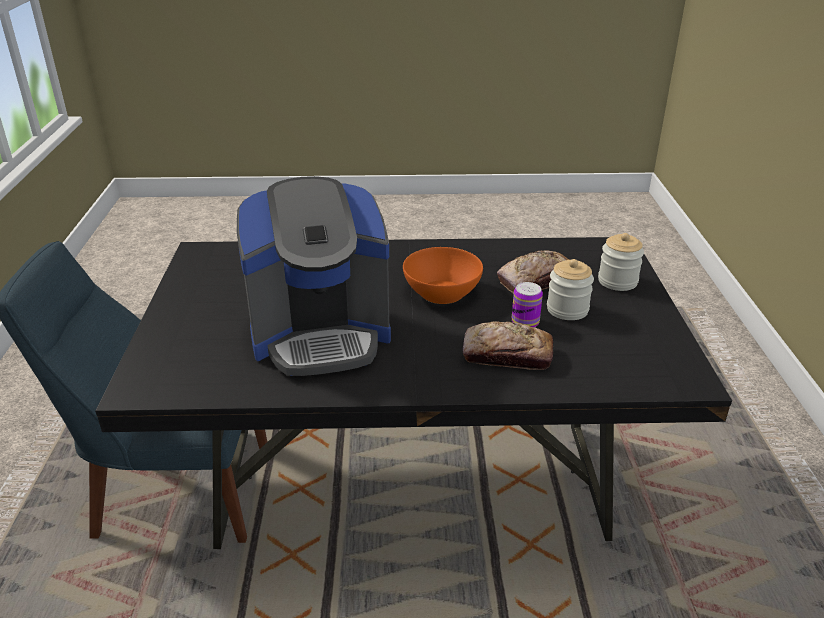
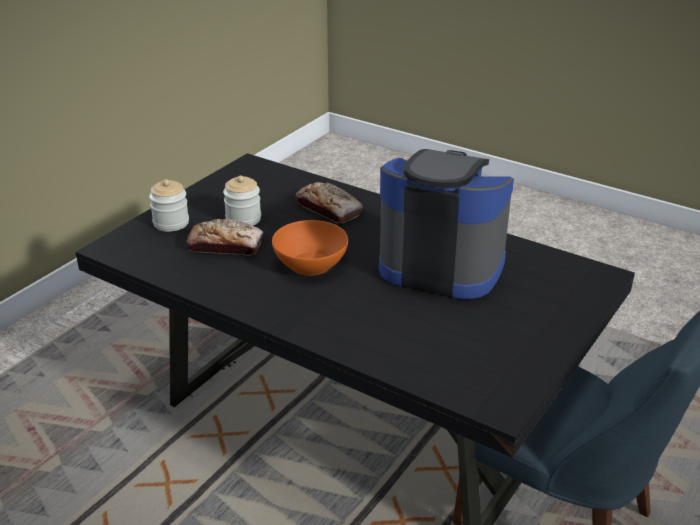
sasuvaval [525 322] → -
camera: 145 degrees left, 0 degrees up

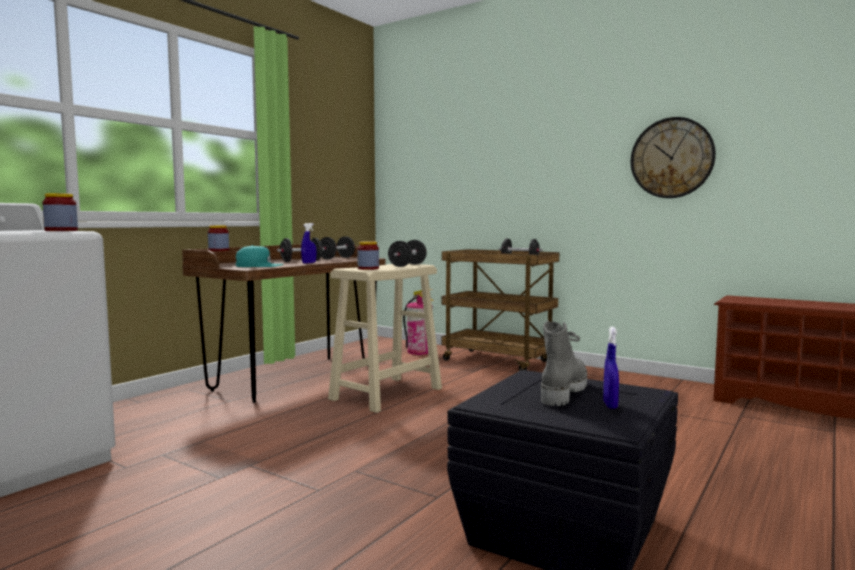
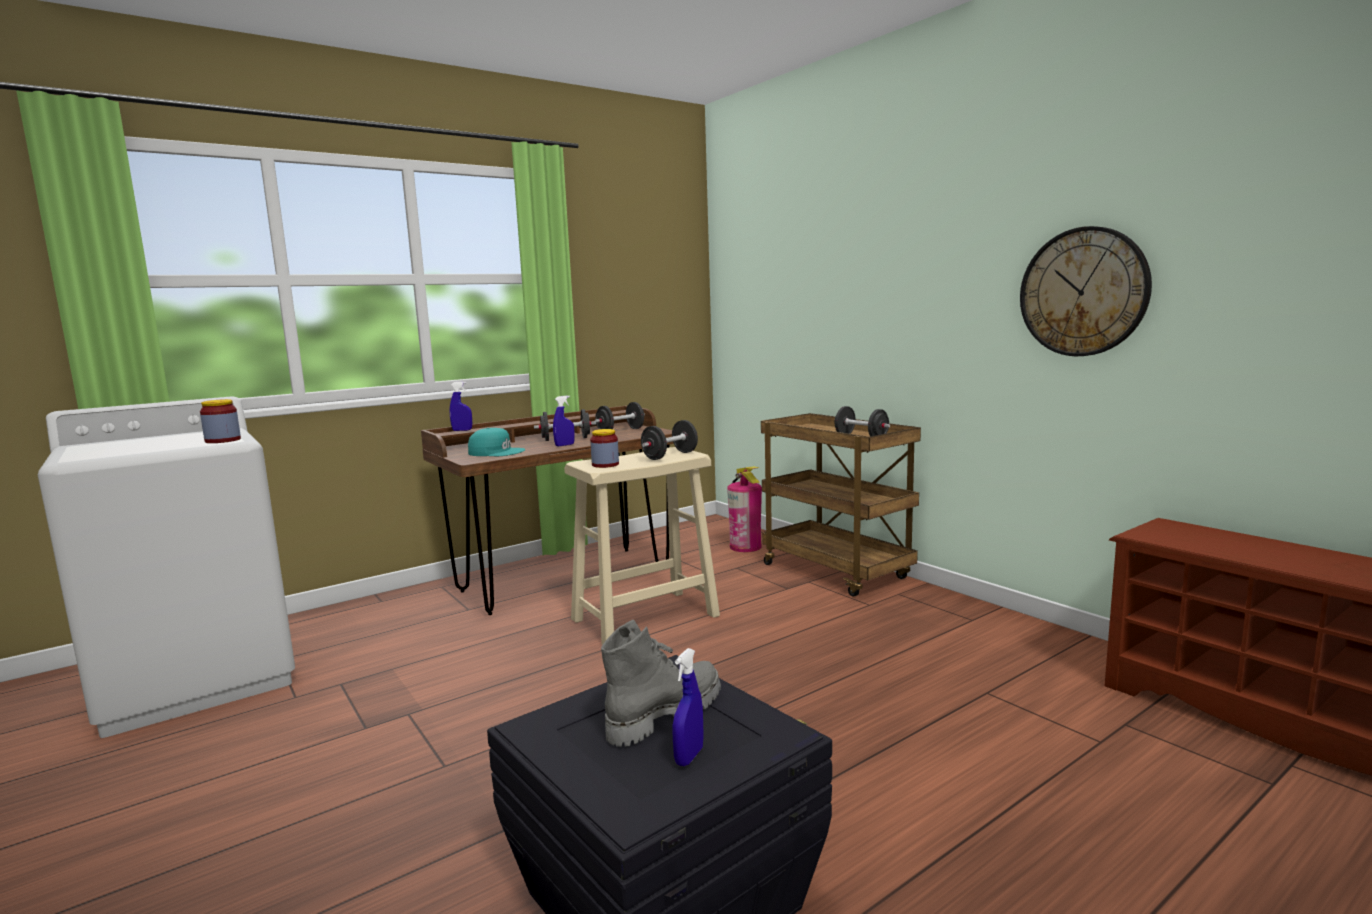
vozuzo [218 250] → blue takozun [462 430]
camera: 20 degrees right, 5 degrees up

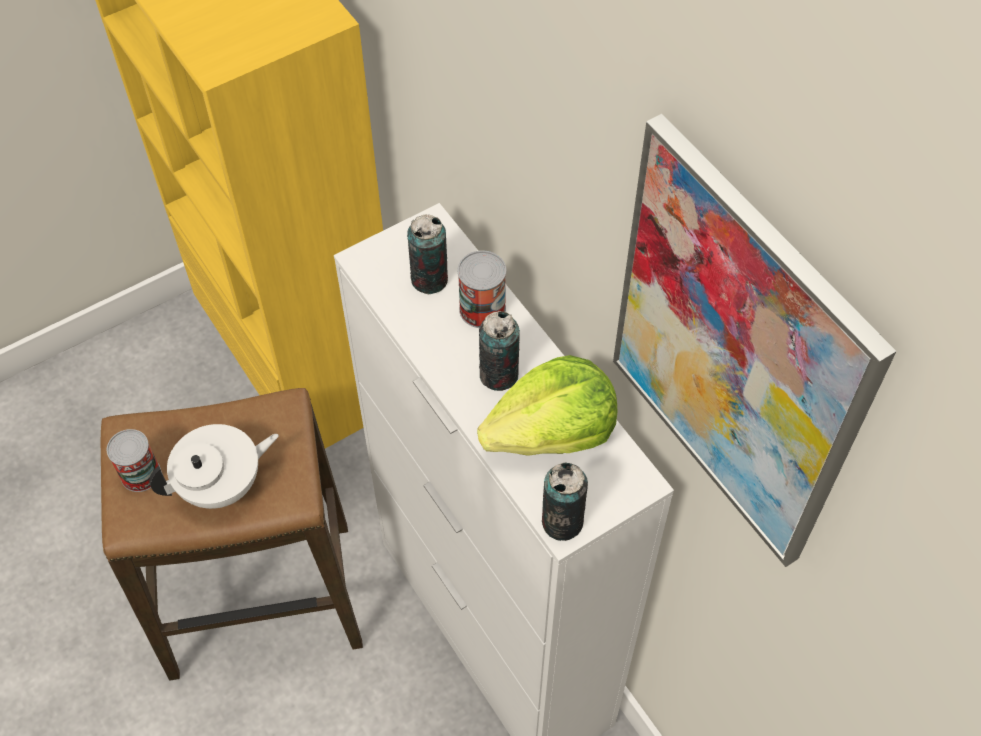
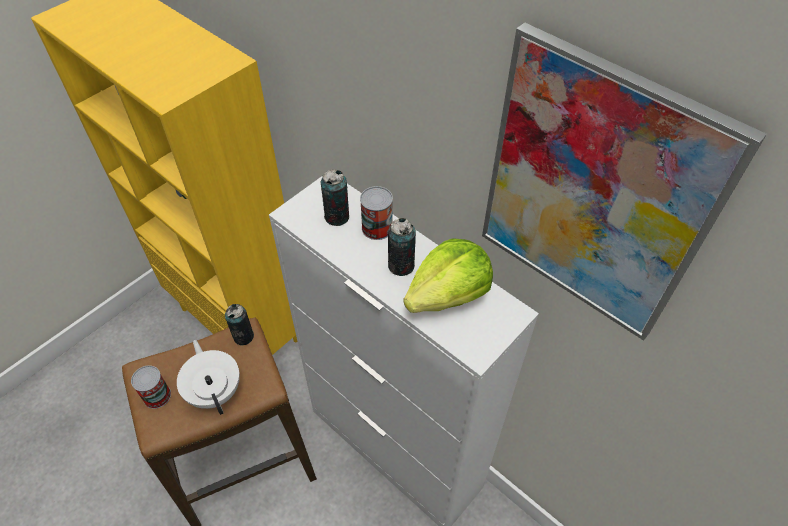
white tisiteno [222 485] → white tisiteno [215 390], 75 degrees counterclockwise
sasuvaval [562 522] → sasuvaval [243 336], shifted
camera: 15 degrees left, 5 degrees down

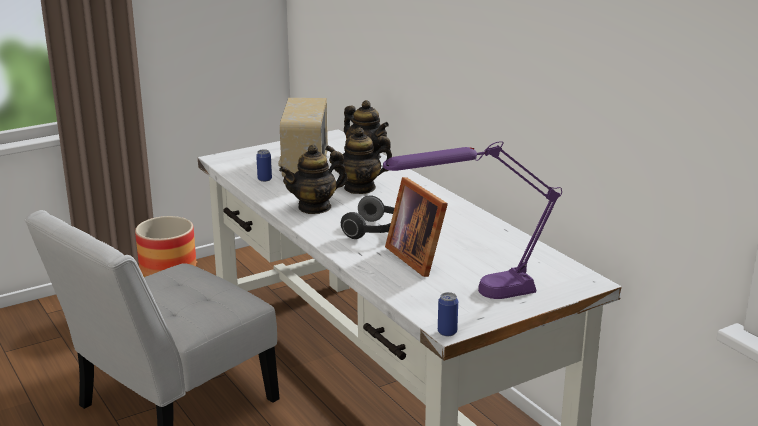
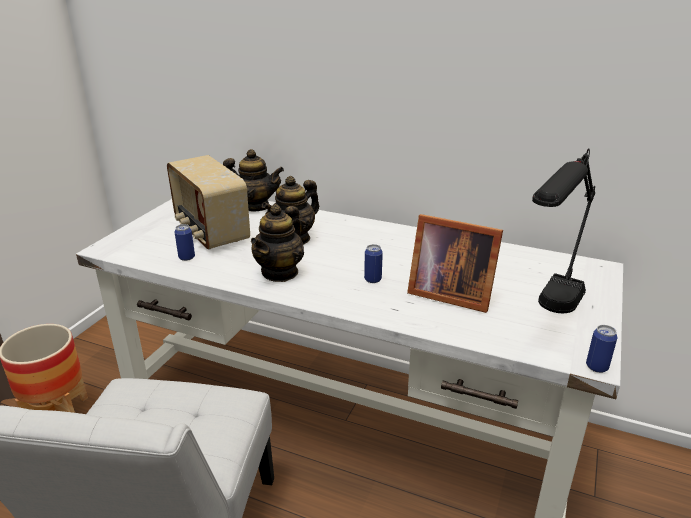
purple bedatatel [471 295] → black bedatatel [548 316]
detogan [375 231] → sasuvaval [372 279]
camera: 35 degrees left, 5 degrees up

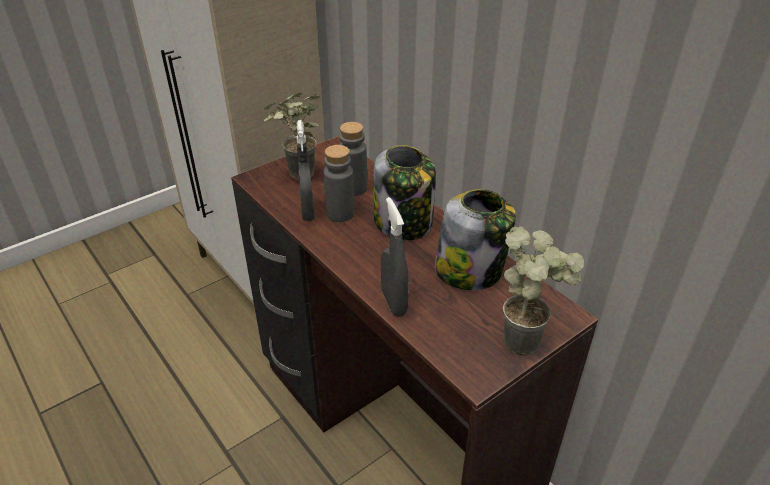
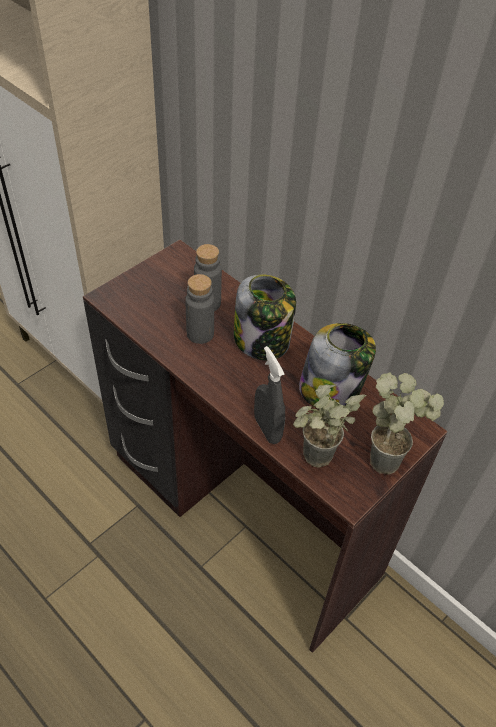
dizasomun [297 177] → dizasomun [314 463], shifted
grey takozun [308 212] → -
camera: 10 degrees left, 10 degrees up

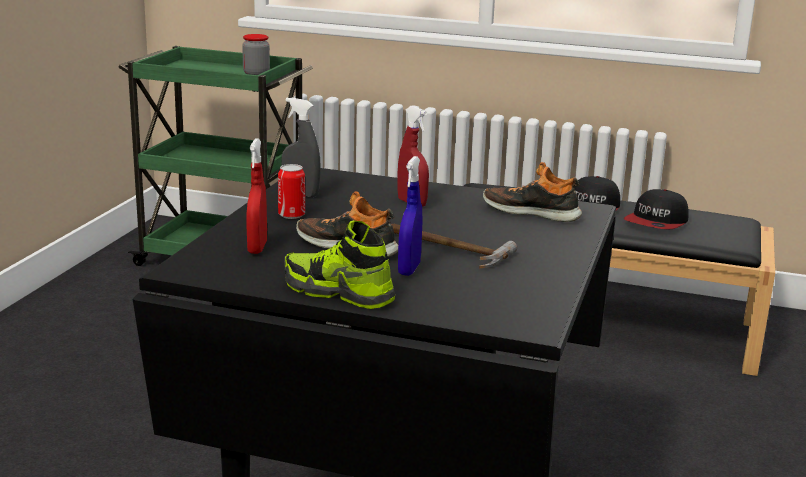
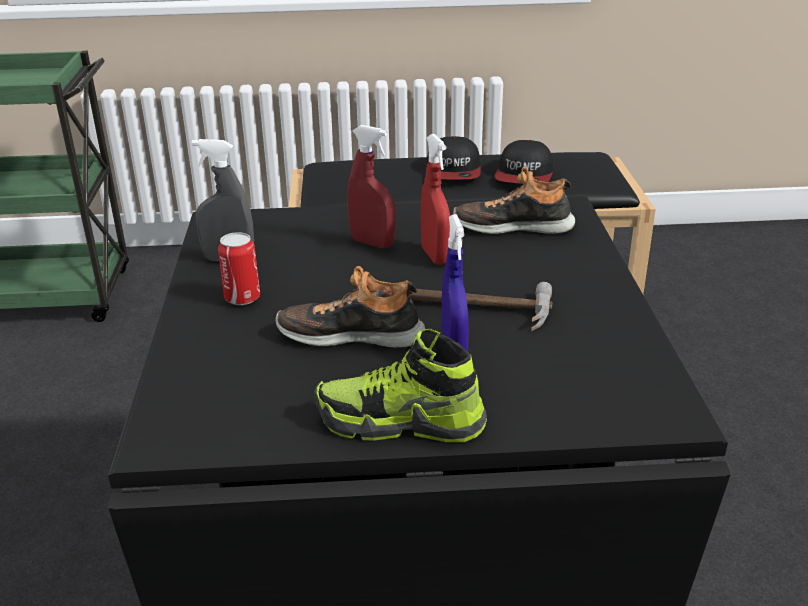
vozuzo [256 74] → -
red takozun [257 248] → red takozun [435 256], shifted
camera: 20 degrees left, 10 degrees up

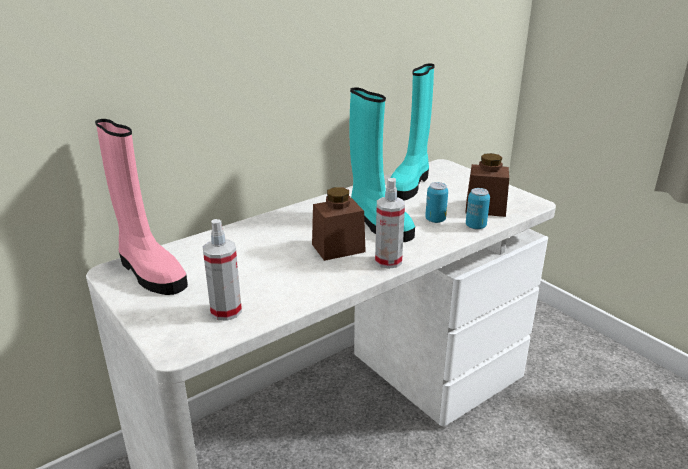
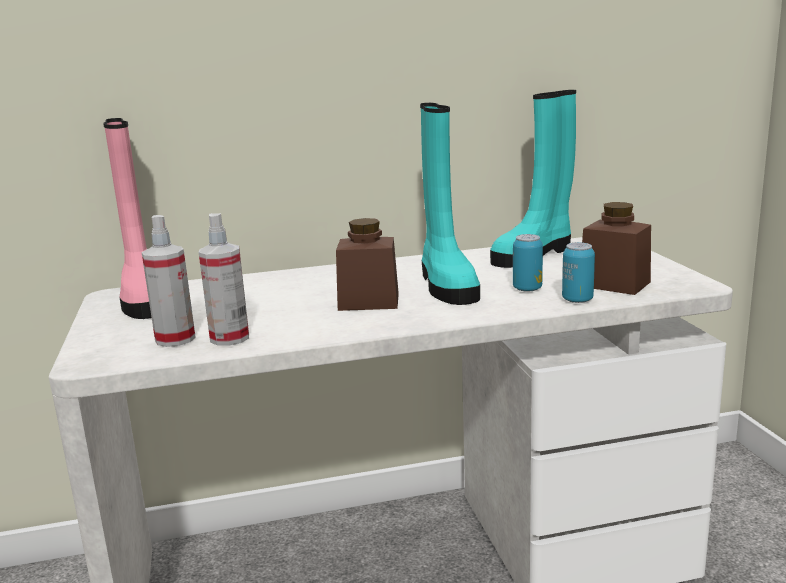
takozun [388 261] → takozun [229 338], shifted
camera: 25 degrees right, 10 degrees down

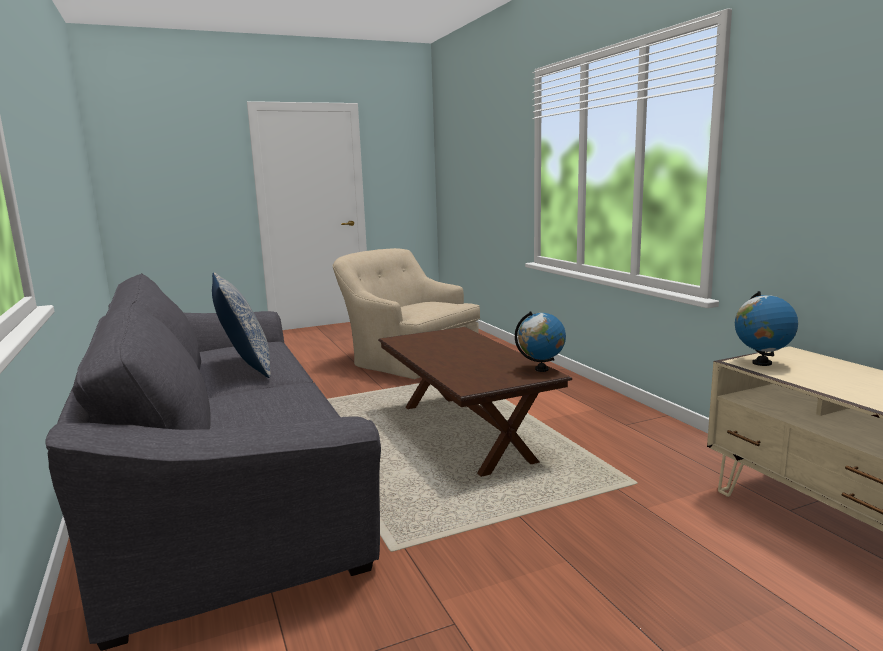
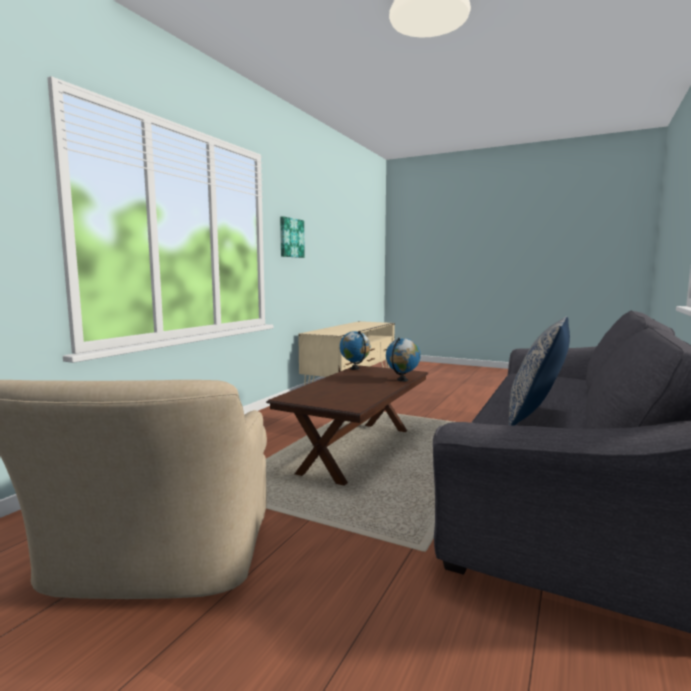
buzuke [761 363] → buzuke [402 380], shifted
- → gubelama [291 238]
camera: 130 degrees left, 5 degrees down

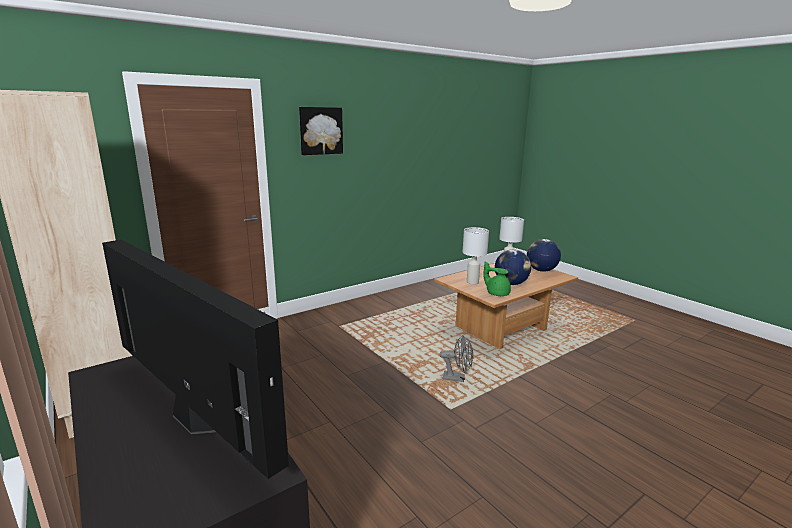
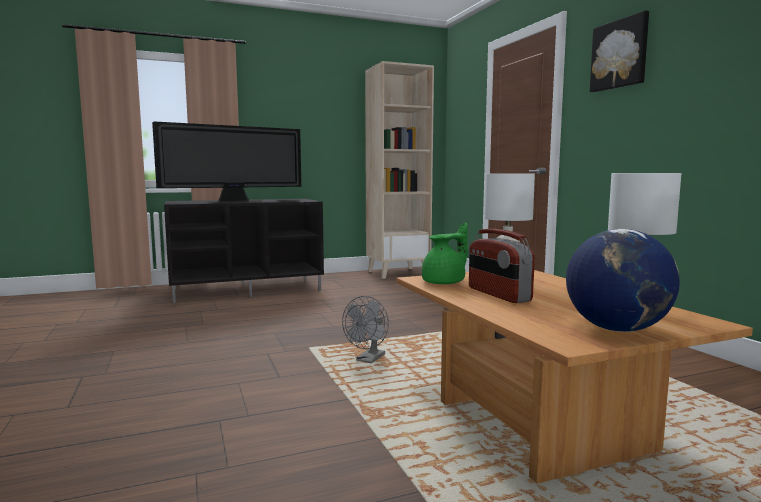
buzuke [511 283] → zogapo [498 294]
camera: 105 degrees right, 10 degrees down

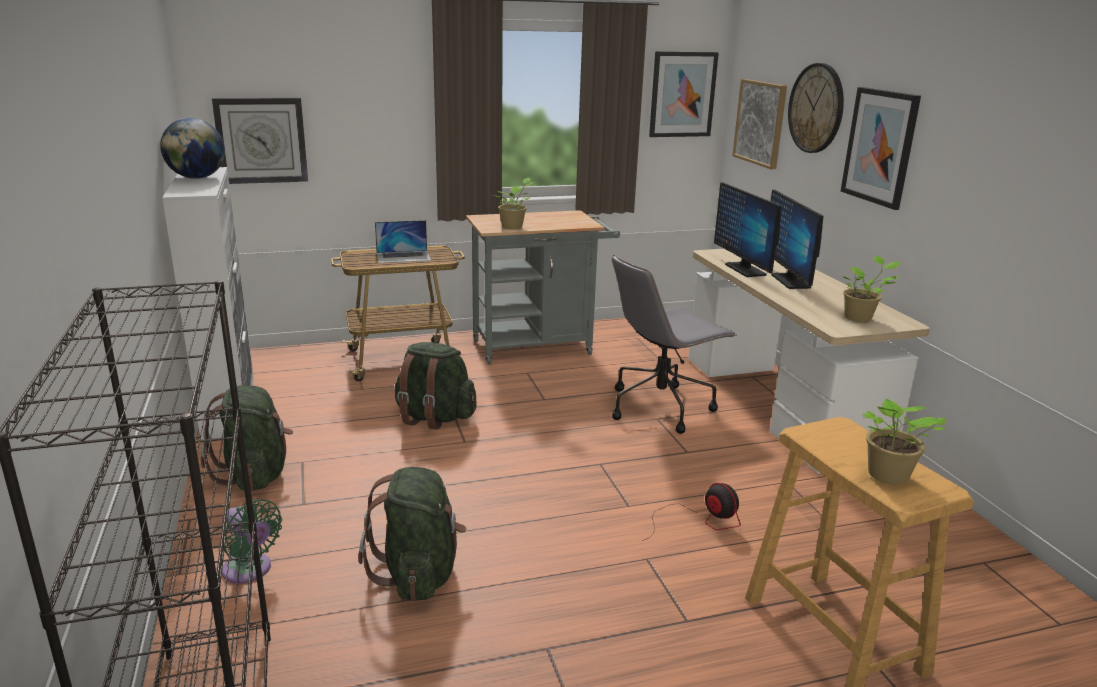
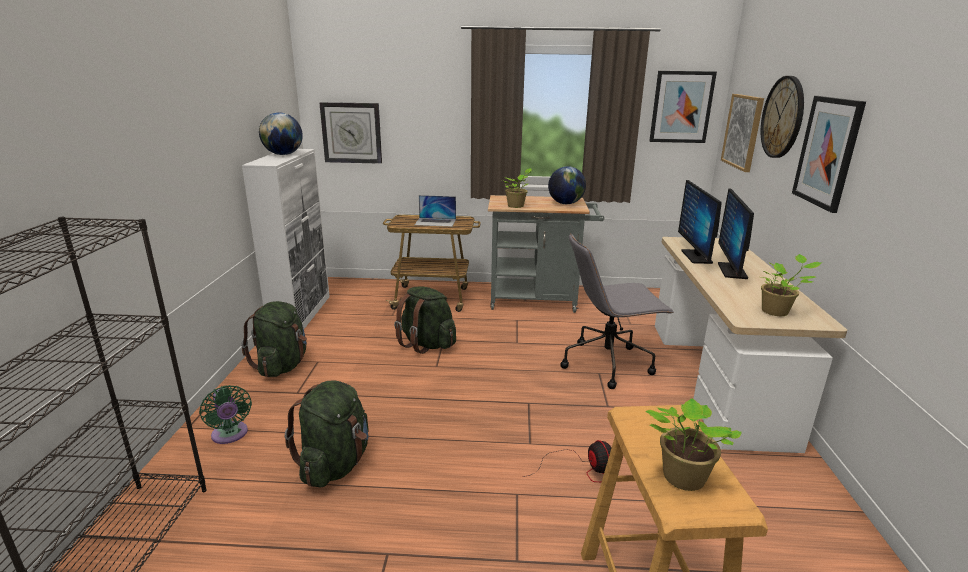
- → buzuke [565 203]
camera: 20 degrees right, 0 degrees up

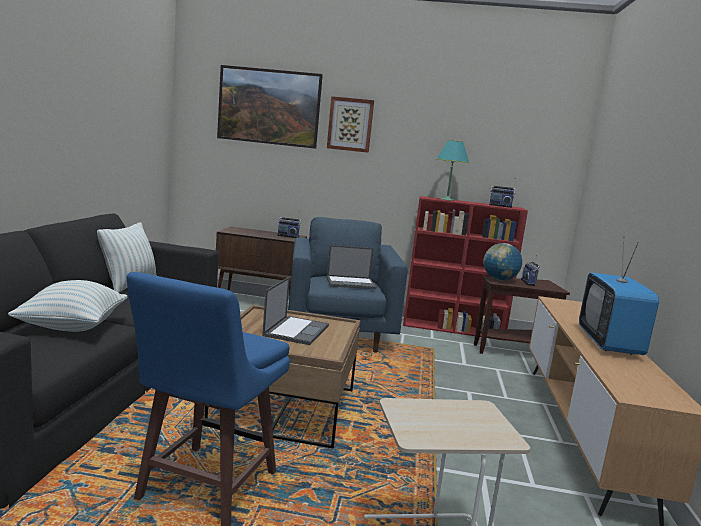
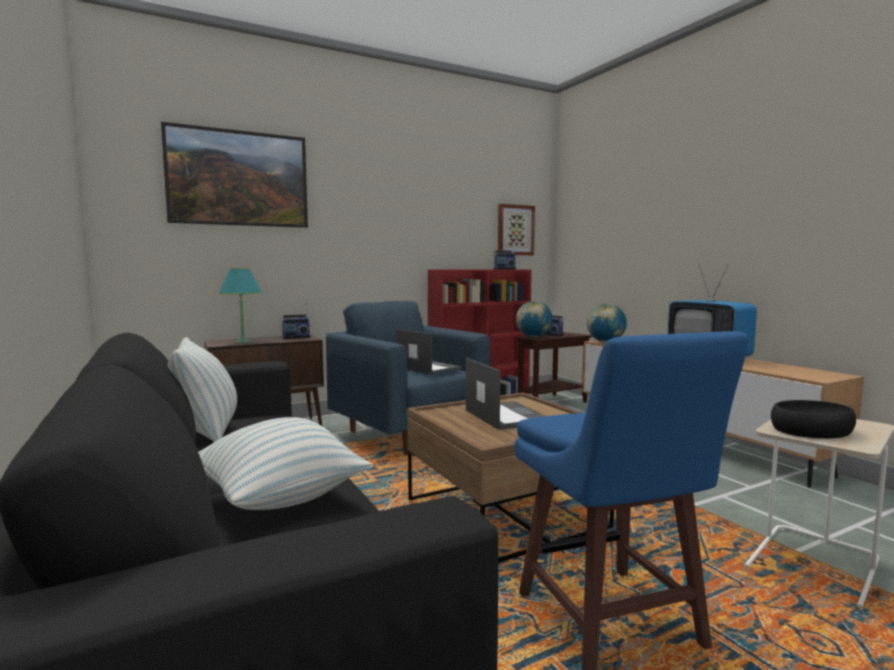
gubelama [350 124] → gubelama [515 230], shifted
turquoise bedatatel [447 199] → turquoise bedatatel [243 341], shifted
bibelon [351 283] → bibelon [427 368], 90 degrees counterclockwise
- → buzuke [605 341]
- → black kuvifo [811 430]
camera: 35 degrees left, 5 degrees down

